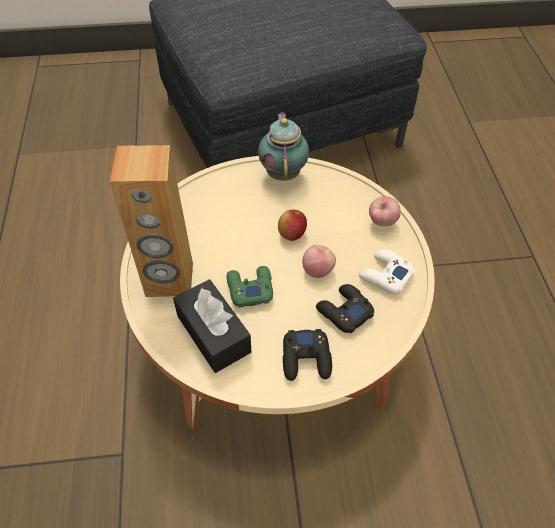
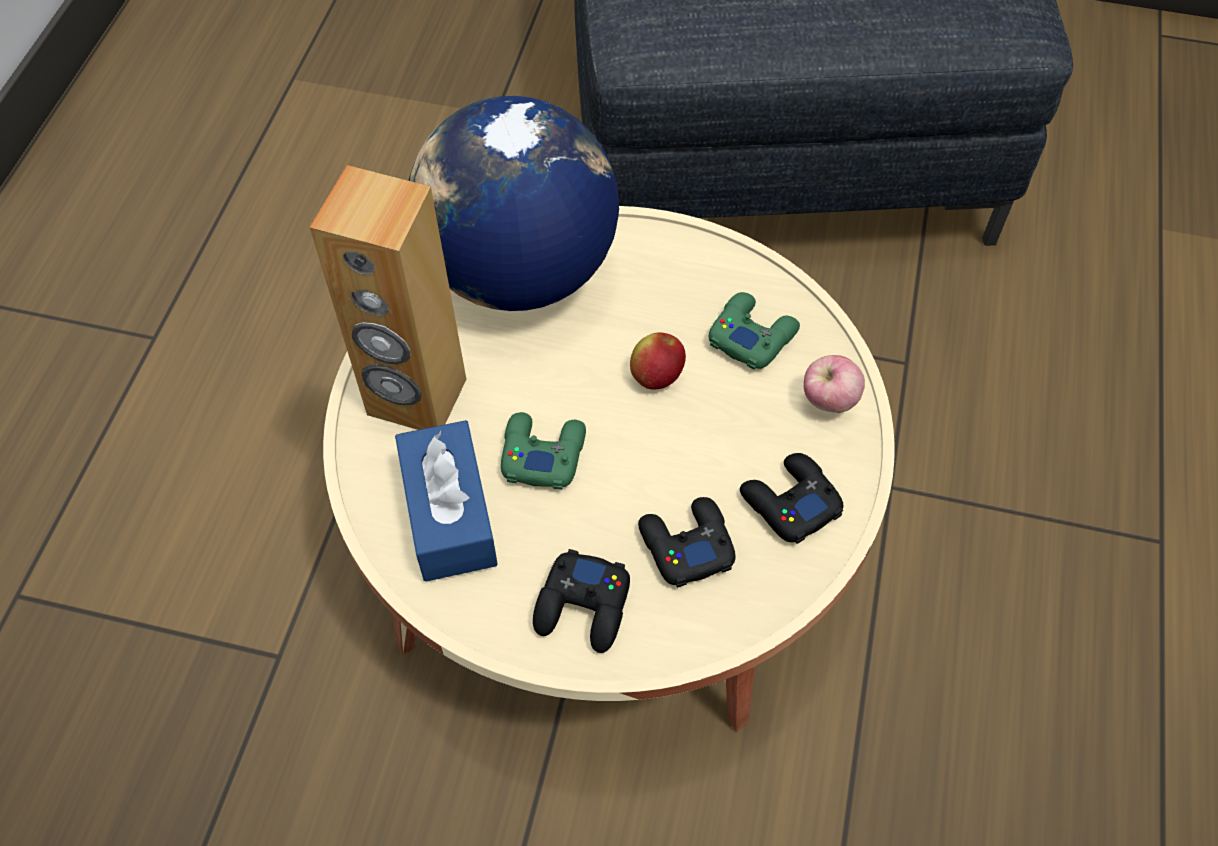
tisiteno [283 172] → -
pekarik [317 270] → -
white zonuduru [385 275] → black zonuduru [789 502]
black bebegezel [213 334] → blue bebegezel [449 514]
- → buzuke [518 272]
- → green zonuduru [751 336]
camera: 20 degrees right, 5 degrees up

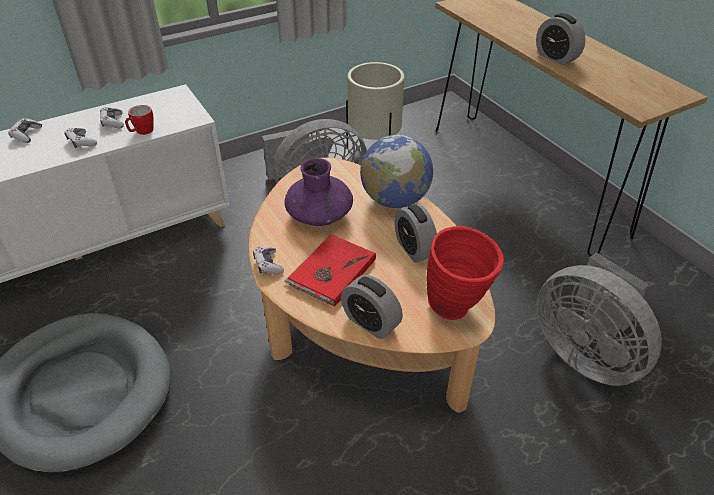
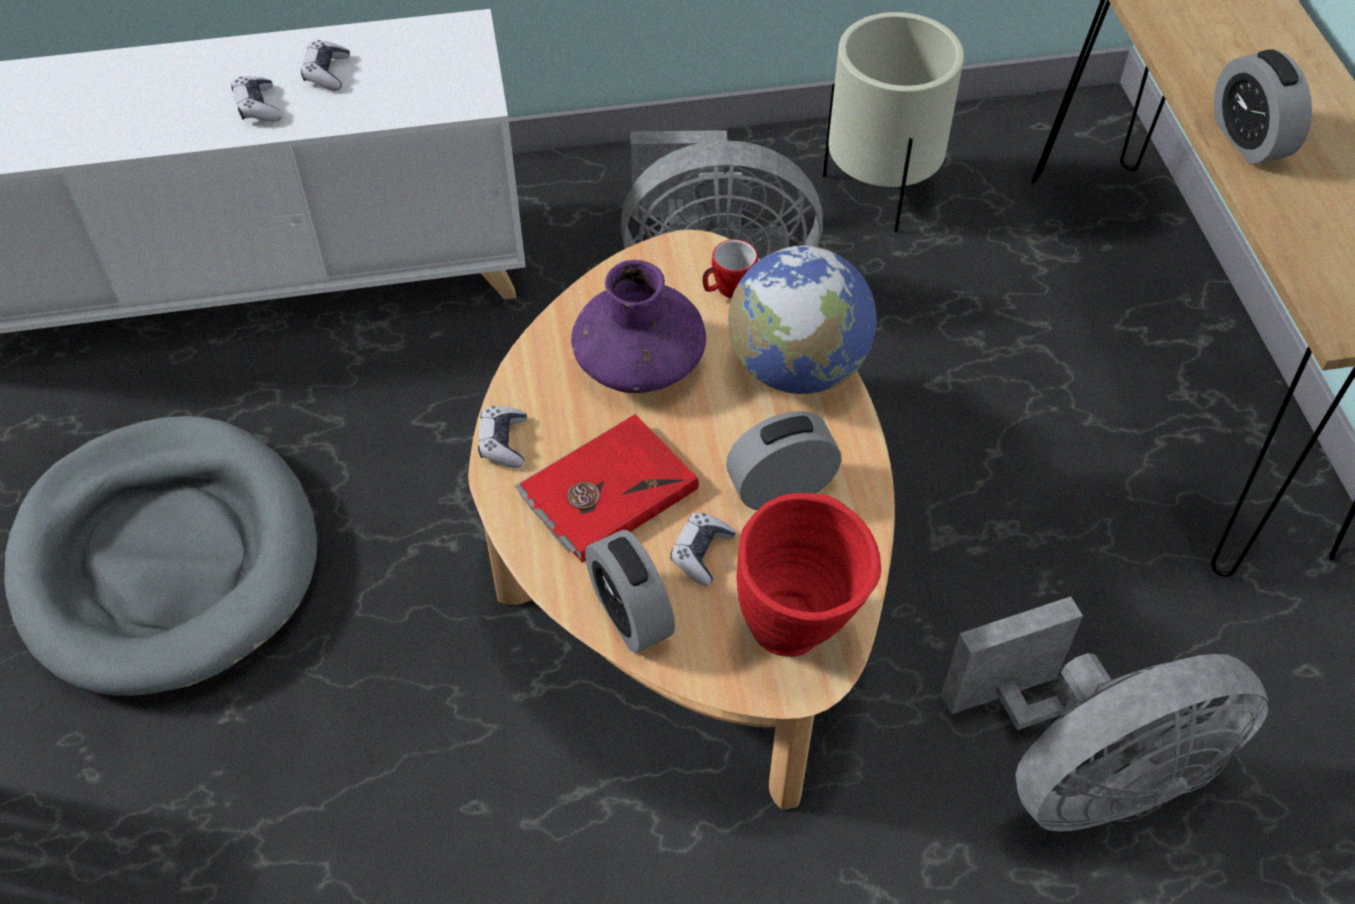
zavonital [142 132] → zavonital [727 290], shifted
zonuduru [26 134] → zonuduru [701 553], shifted
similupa [414 249] → similupa [781 487], 75 degrees clockwise
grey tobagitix [585 353] → grey tobagitix [1085 774], 90 degrees counterclockwise
camera: 20 degrees right, 10 degrees up

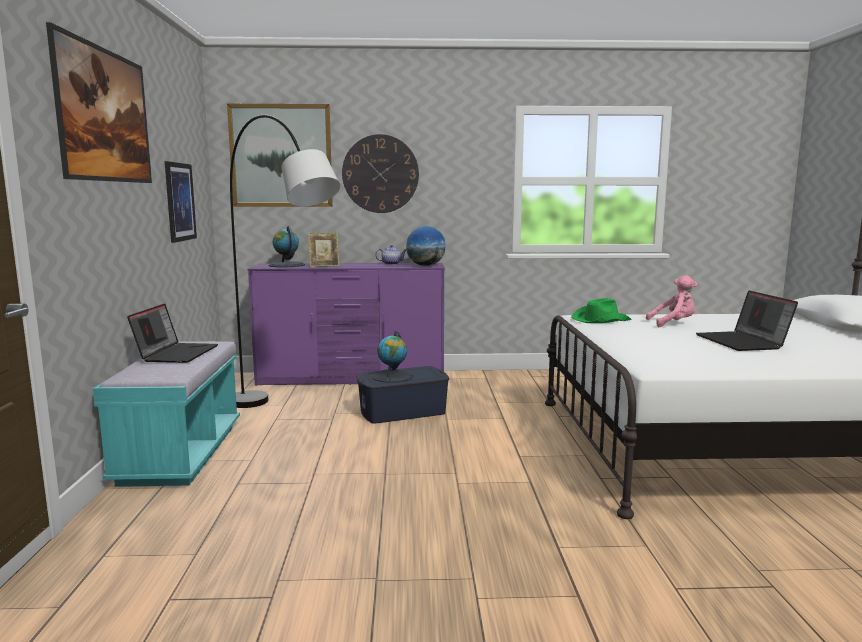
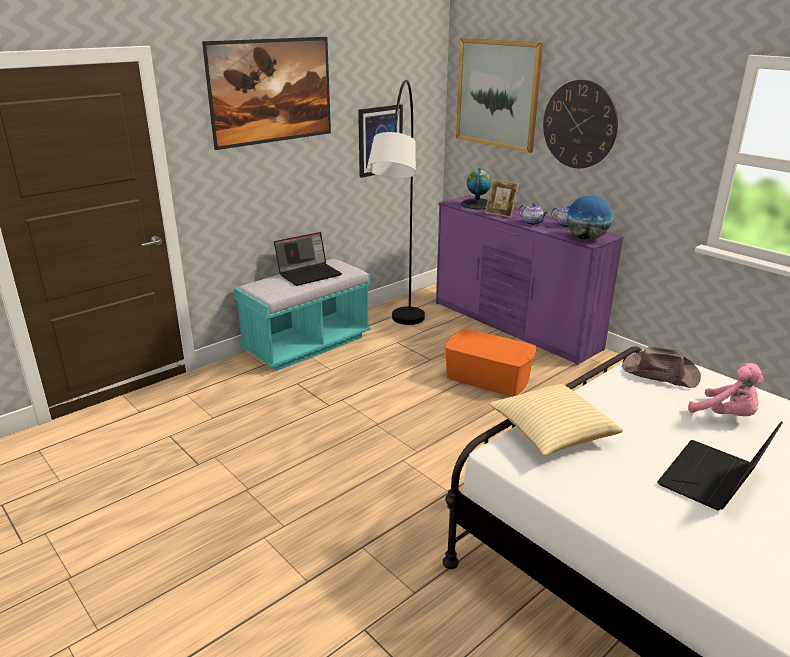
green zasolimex [600 320] → brown zasolimex [659 372]
buzuke [392 376] → -
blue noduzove [403 412] → orange noduzove [488 378]
- → tisiteno [532 223]
- → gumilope [551 433]
camera: 50 degrees right, 15 degrees up

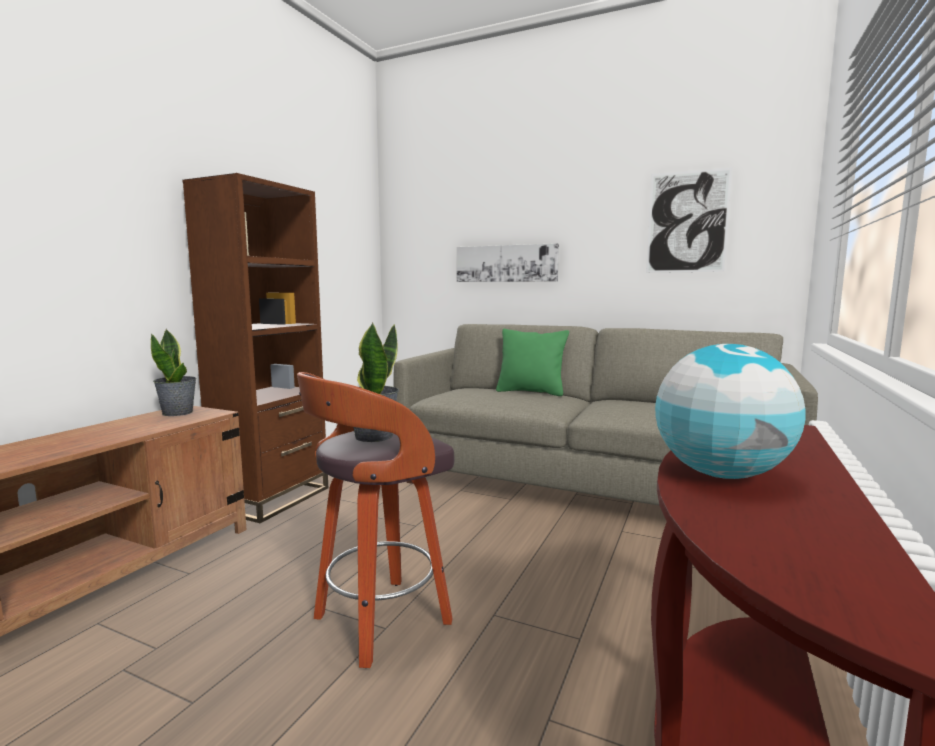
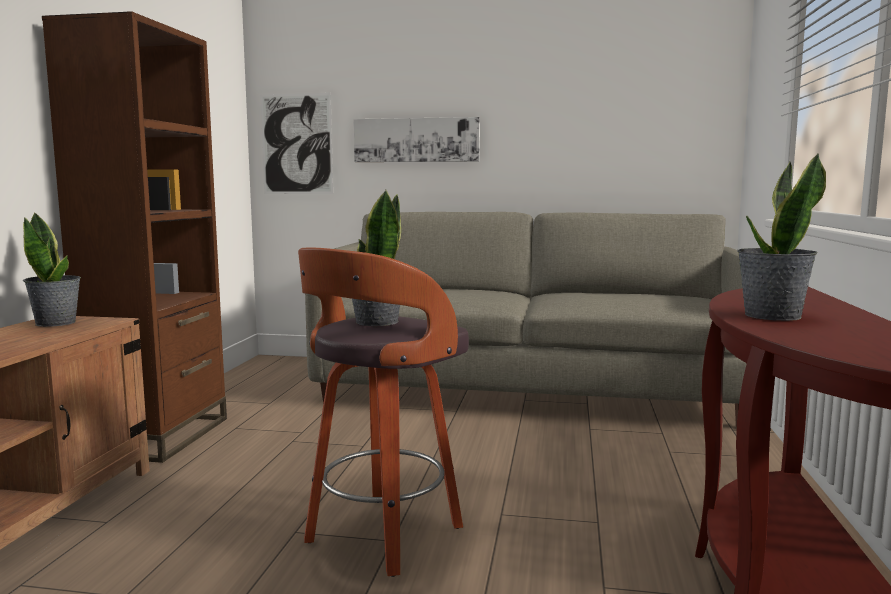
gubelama [687 222] → gubelama [296 144], shifted
green gumilope [531 392] → -
buzuke [720 474] → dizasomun [771 316]
camera: 15 degrees left, 0 degrees up

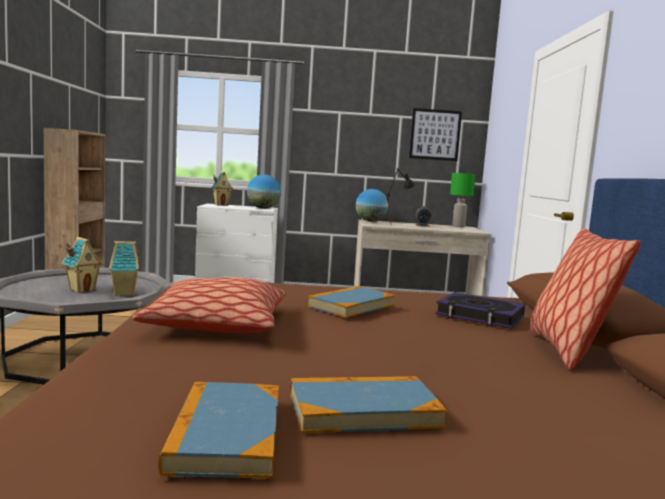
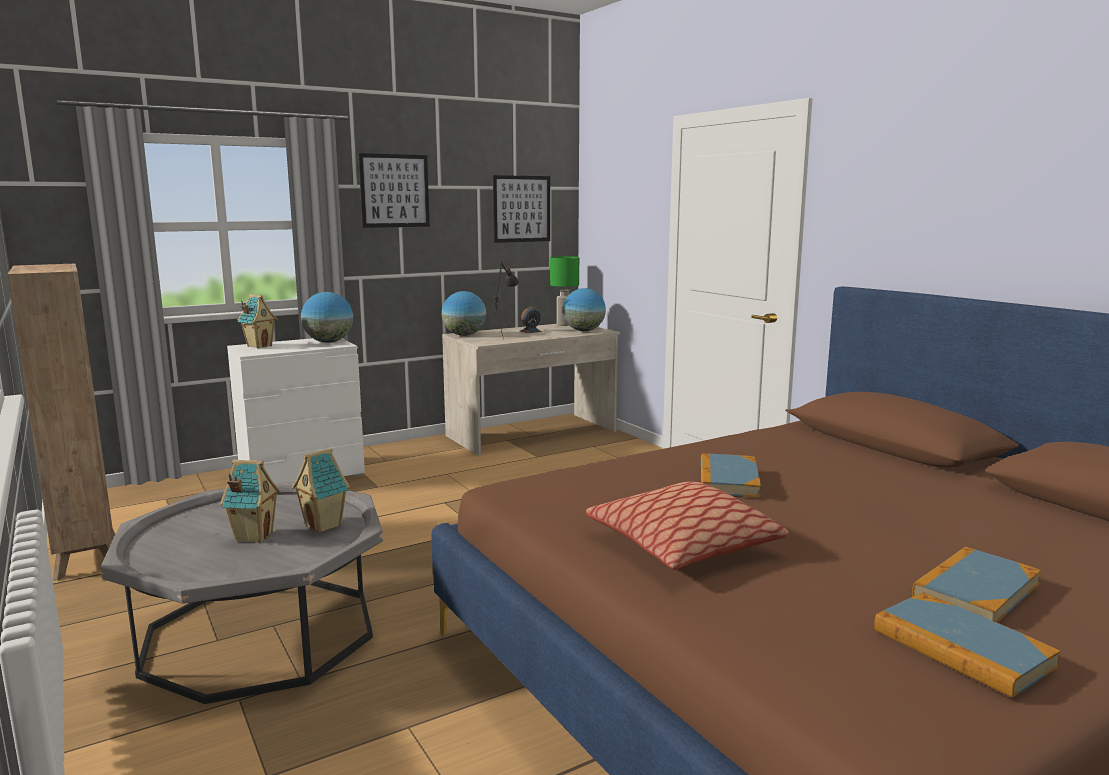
gumilope [567 350] → -
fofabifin [479 316] → -
- → gubelama [394 191]
- → buzuke [583 331]
camera: 30 degrees left, 5 degrees up

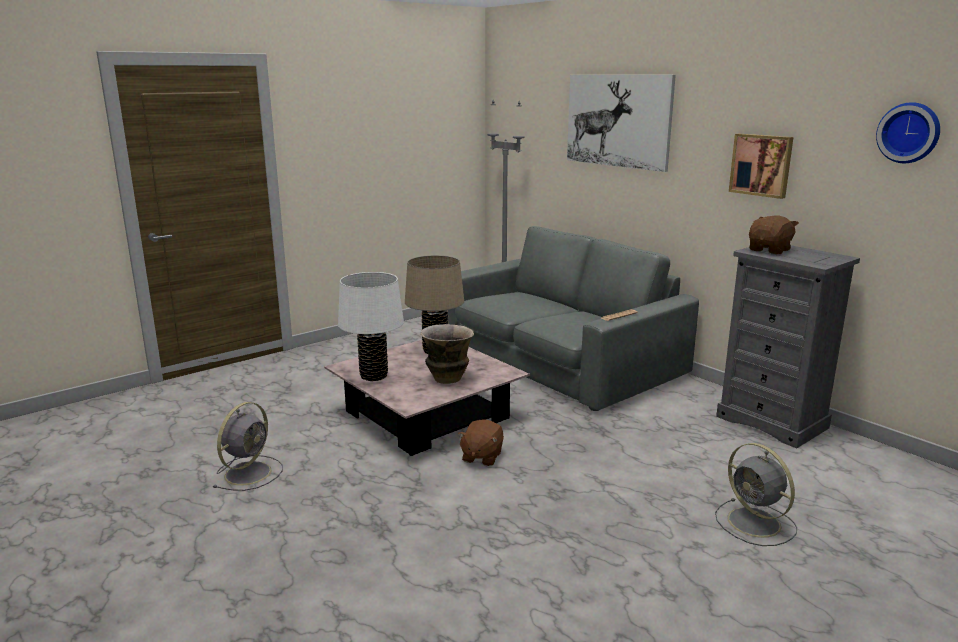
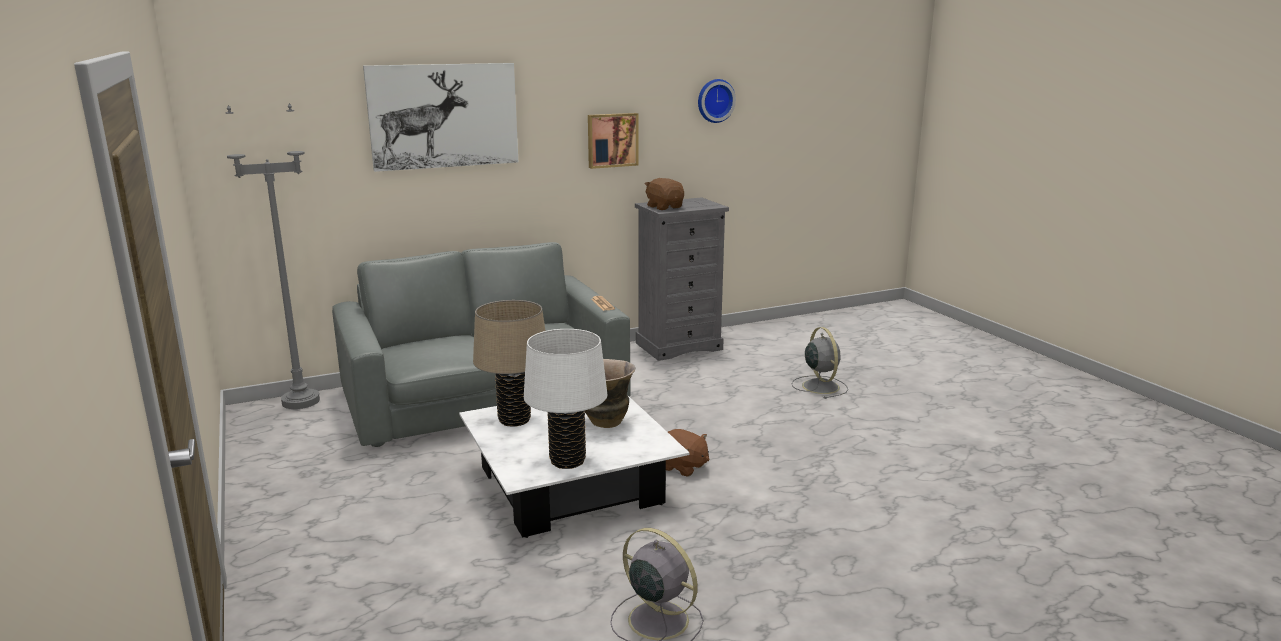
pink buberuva [428 415] → white buberuva [570 485]
grey tobagitix [756 524] → grey tobagitix [819 386], 90 degrees counterclockwise
camera: 75 degrees left, 0 degrees up

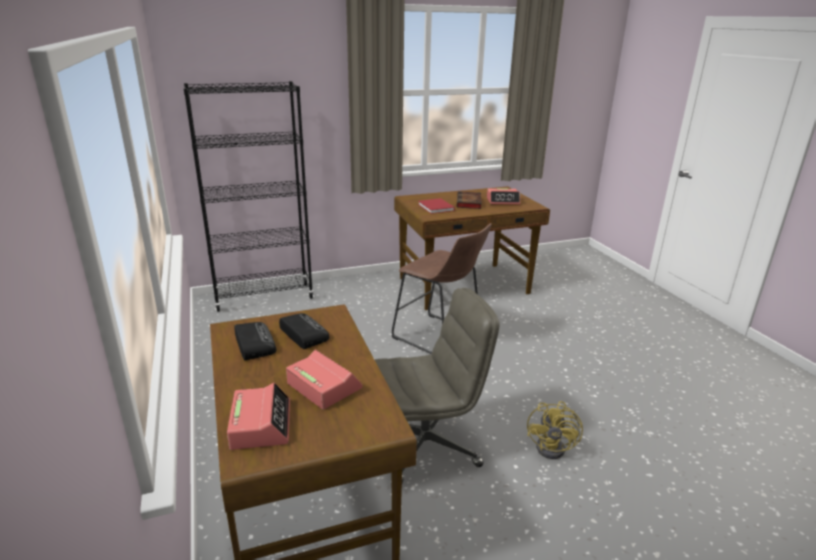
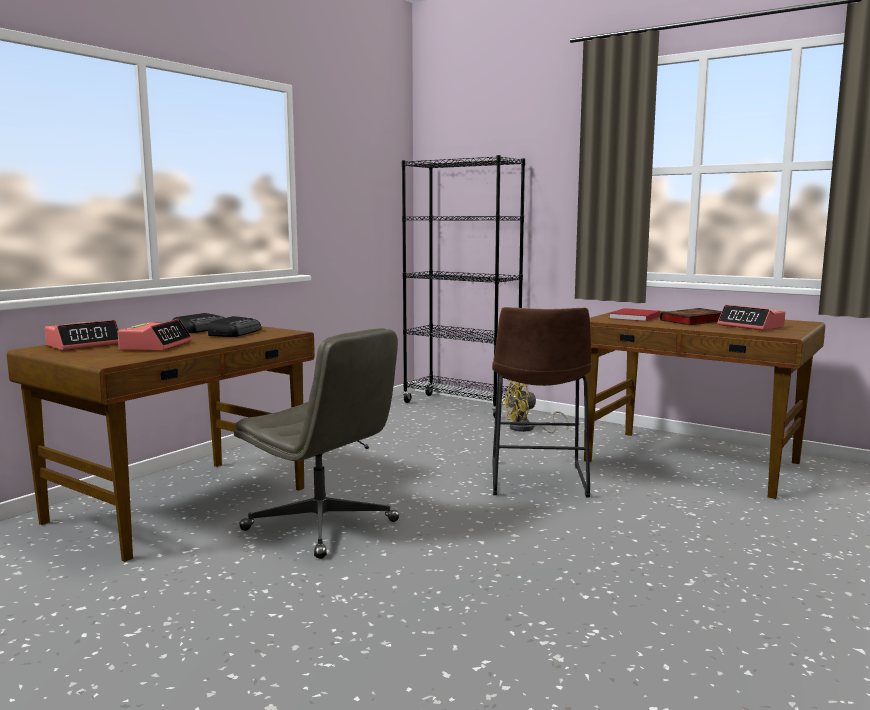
yellow tobagitix [555 448] → yellow tobagitix [527 429], shifted
camera: 55 degrees right, 15 degrees down

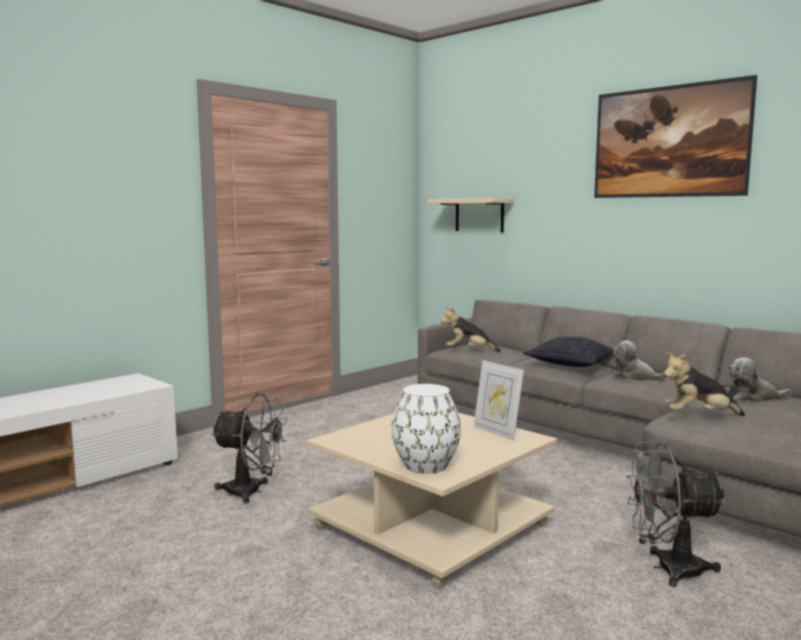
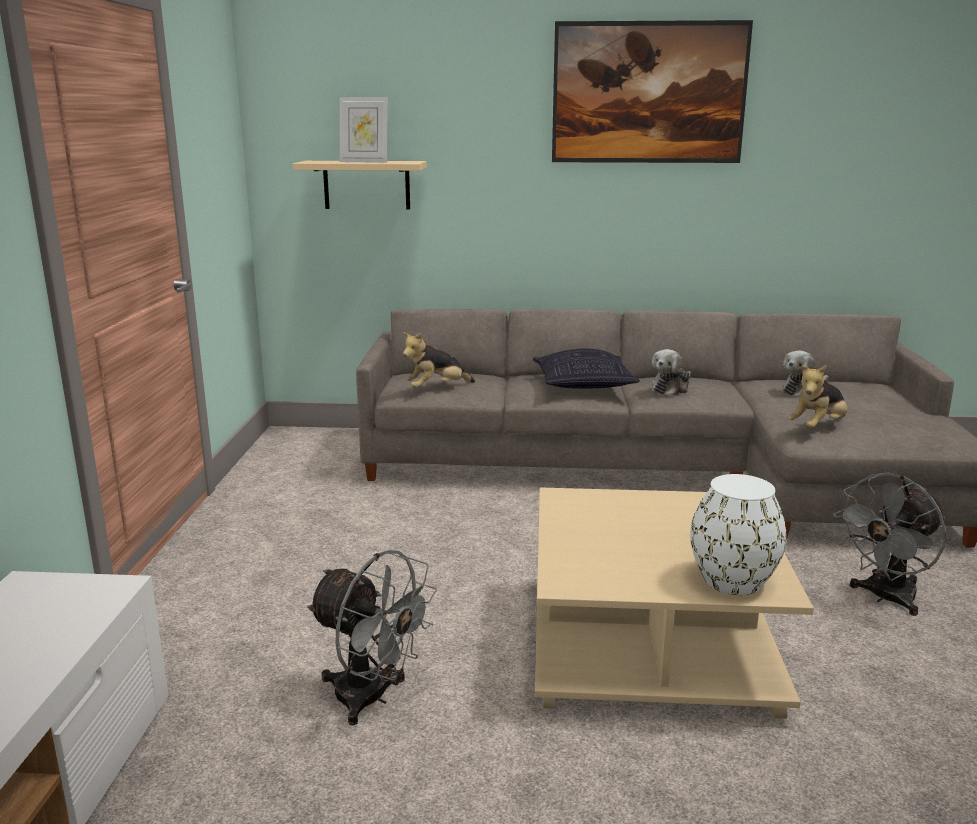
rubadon [634 377] → rubadon [671 388], 45 degrees counterclockwise
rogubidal [497 432] → rogubidal [364 162], shifted
grey tobagitix [252 492] → grey tobagitix [372 698], 60 degrees clockwise
camera: 40 degrees left, 10 degrees up

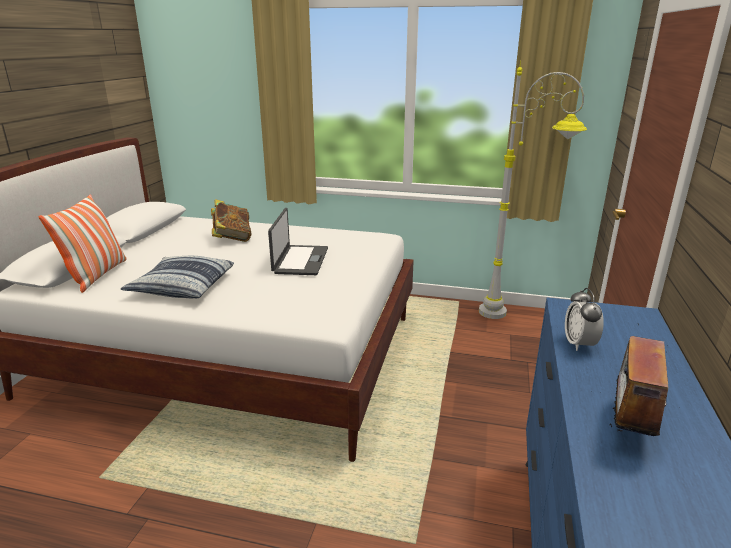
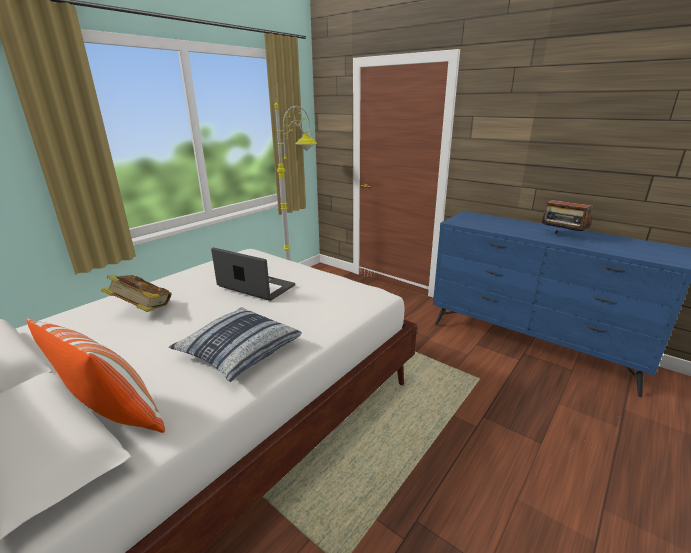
similupa [579 344] → -
camera: 65 degrees left, 0 degrees up

